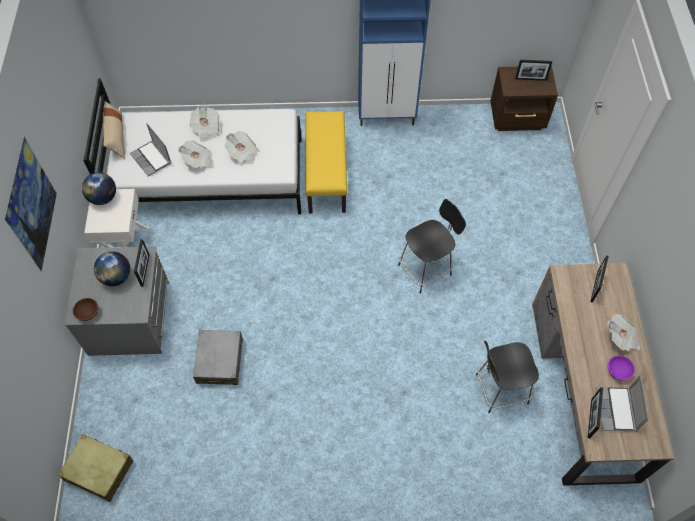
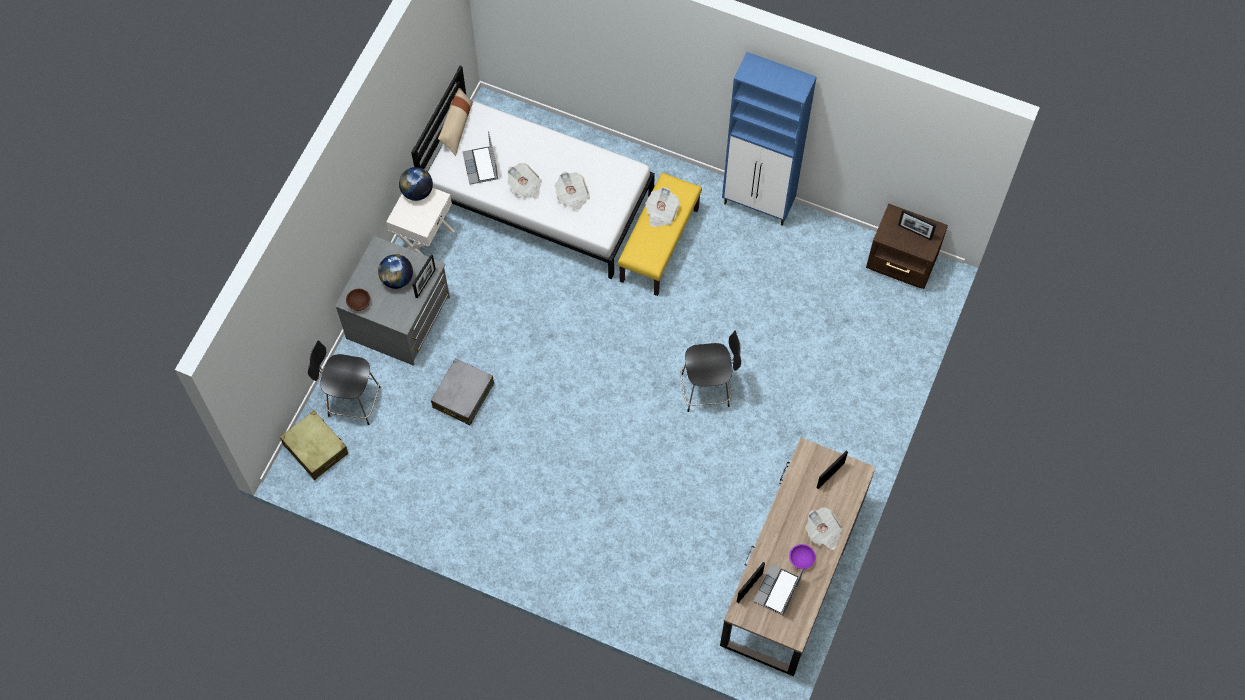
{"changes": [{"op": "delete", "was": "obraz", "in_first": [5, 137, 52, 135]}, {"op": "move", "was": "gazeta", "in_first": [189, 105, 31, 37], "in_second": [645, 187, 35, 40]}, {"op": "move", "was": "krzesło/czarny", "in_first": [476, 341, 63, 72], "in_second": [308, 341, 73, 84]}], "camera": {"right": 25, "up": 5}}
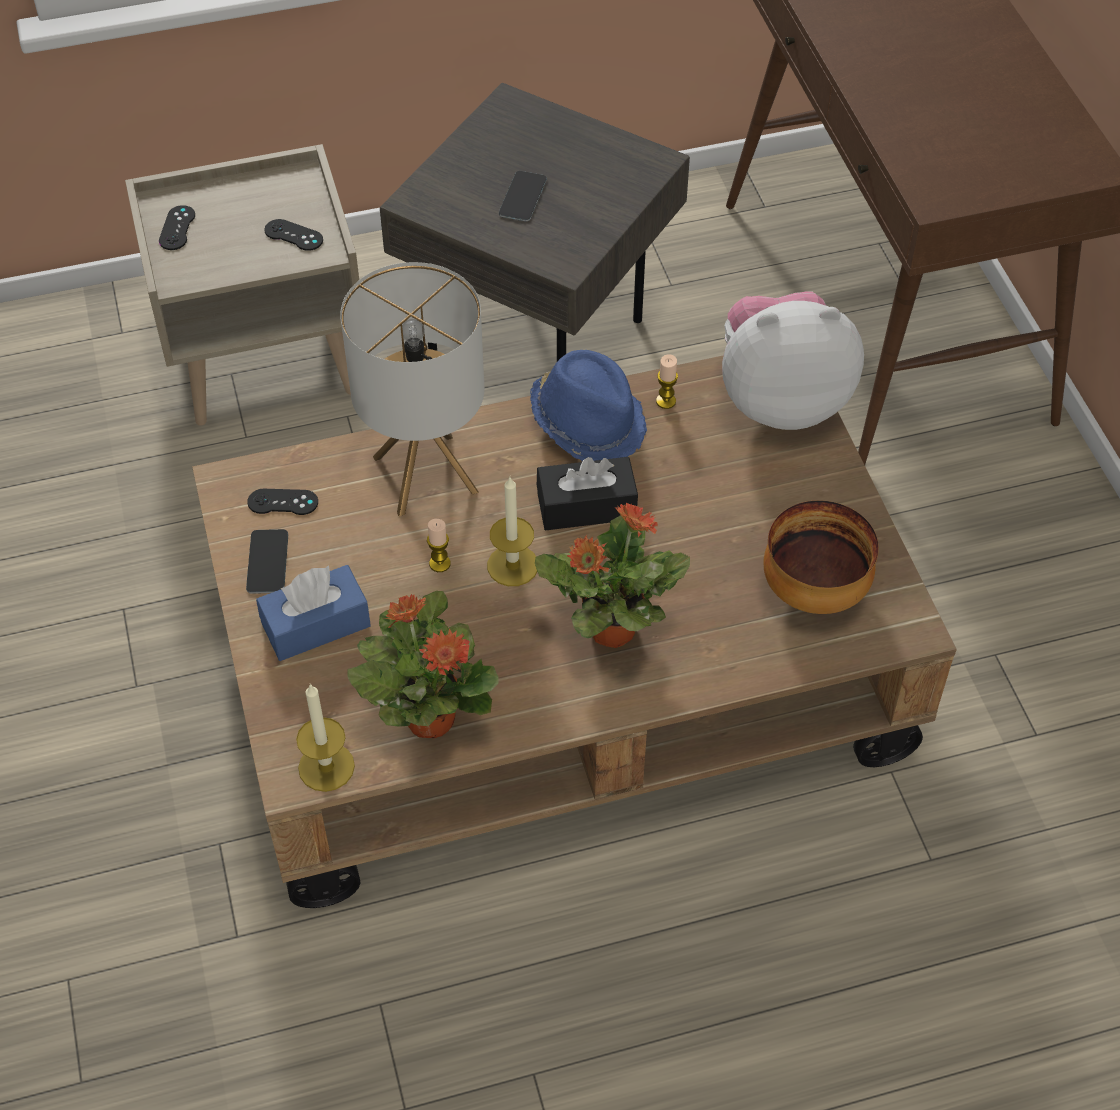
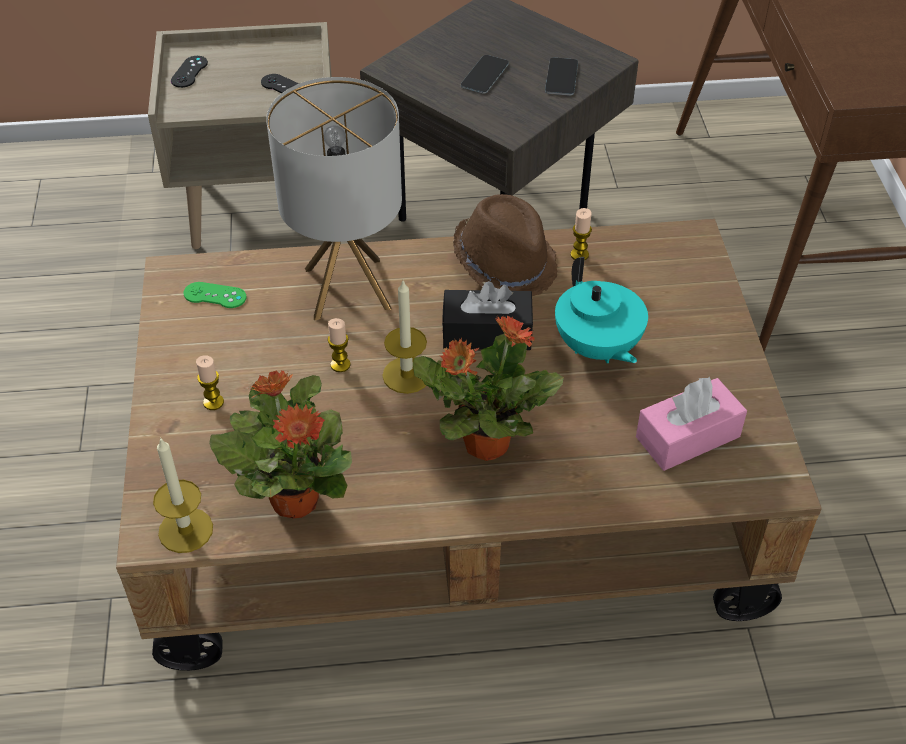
{"changes": [{"op": "delete", "was": "pluszak", "in_first": [722, 291, 142, 139]}, {"op": "insert", "now": "imbryk/turkusowy", "in_second": [555, 257, 93, 106]}, {"op": "move", "was": "telefon", "in_first": [246, 529, 42, 65], "in_second": [545, 58, 33, 38]}, {"op": "replace", "was": "pudełko chusteczek/niebieski", "now": "świeca", "in_first": [256, 565, 115, 96], "in_second": [196, 355, 28, 55]}, {"op": "replace", "was": "miska", "now": "pudełko chusteczek/różowy", "in_first": [763, 501, 116, 113], "in_second": [636, 377, 111, 94]}, {"op": "recolor", "was": "pad do gier/czarny", "now": "pad do gier/zielony", "in_first": [247, 489, 71, 26], "in_second": [183, 282, 64, 26]}, {"op": "recolor", "was": "kapelusz/niebieski", "now": "kapelusz/brązowy", "in_first": [530, 350, 117, 111], "in_second": [453, 194, 105, 102]}], "camera": {"right": 10, "up": -5}}
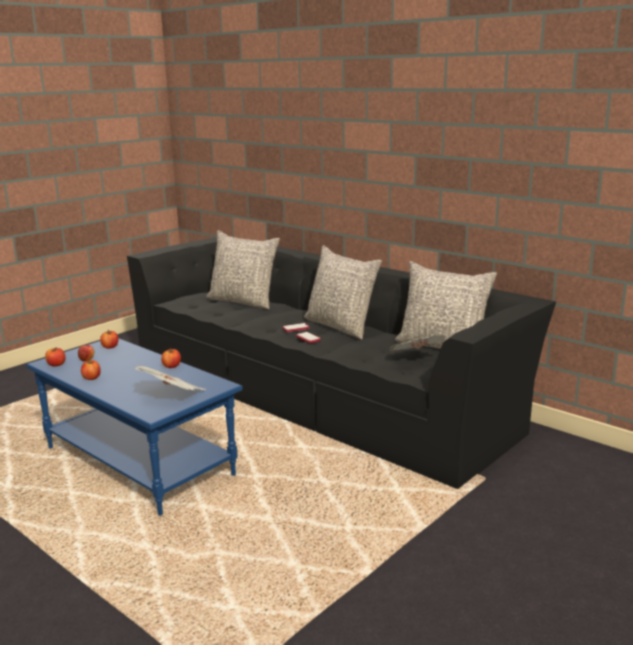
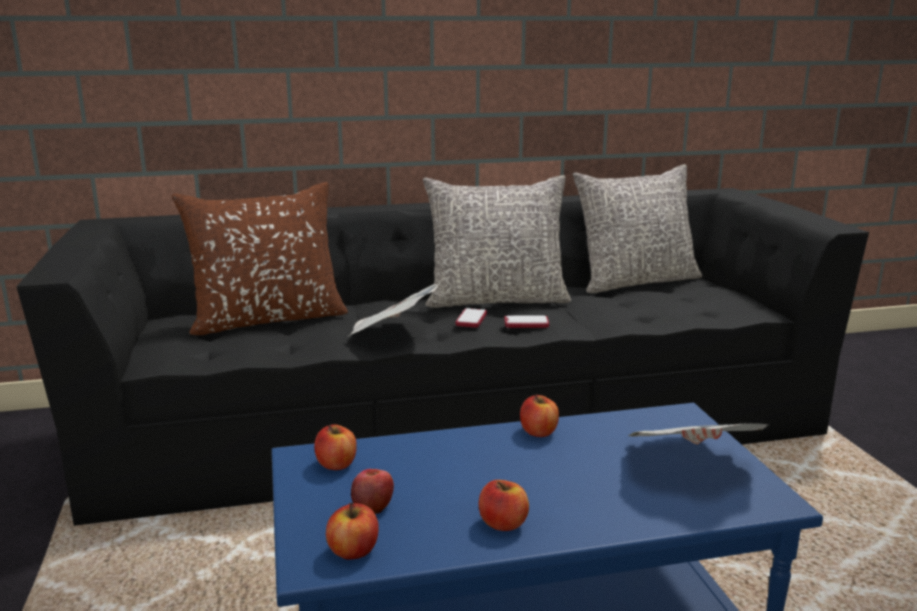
{"changes": [{"op": "move", "was": "gazeta", "in_first": [389, 336, 57, 15], "in_second": [349, 284, 90, 52]}, {"op": "recolor", "was": "poduszka/szary", "now": "poduszka/brązowy", "in_first": [206, 230, 74, 79], "in_second": [172, 182, 176, 153]}], "camera": {"right": -55, "up": 0}}
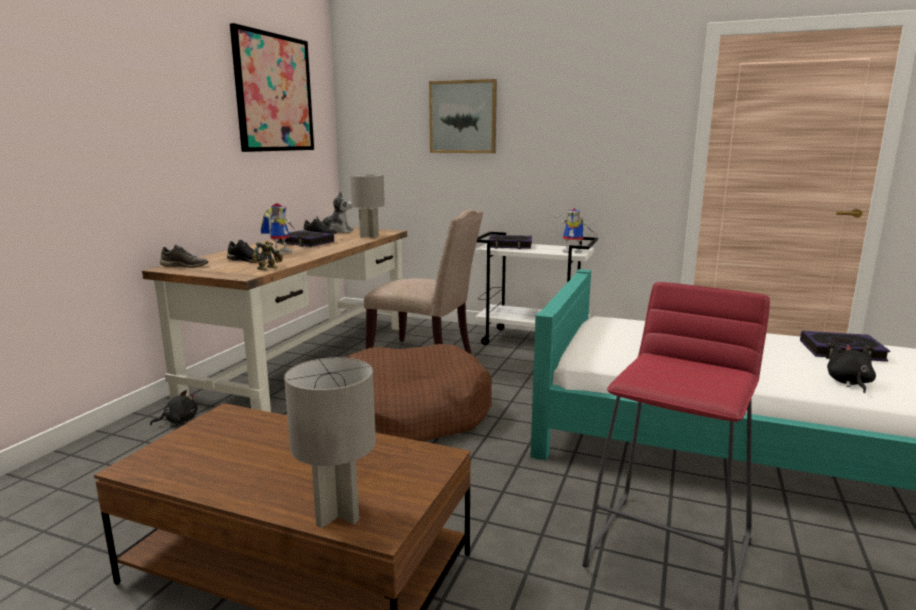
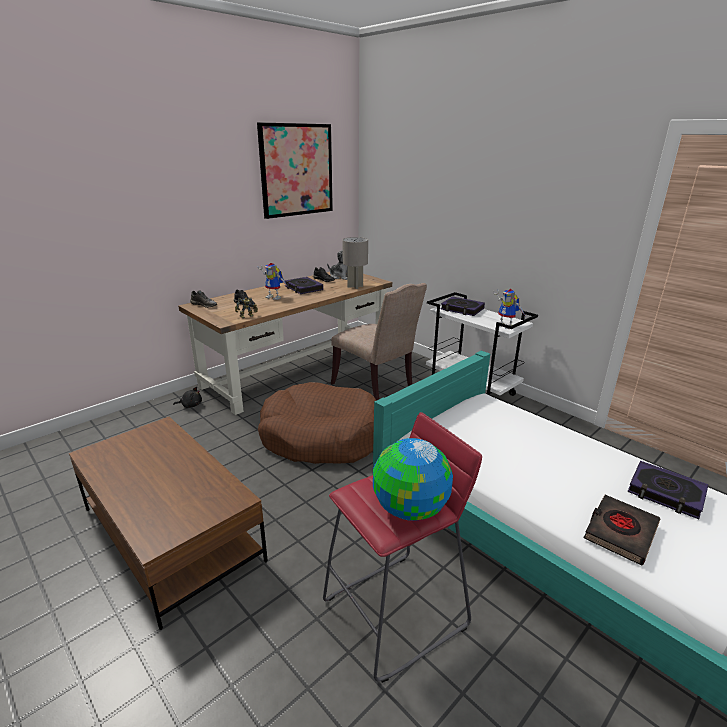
{"changes": [{"op": "delete", "was": "lampa stołowa/szary", "in_first": [284, 357, 92, 171]}, {"op": "delete", "was": "obraz", "in_first": [429, 79, 68, 74]}, {"op": "insert", "now": "globus", "in_second": [373, 438, 80, 83]}, {"op": "replace", "was": "pluszak/czarny", "now": "książka/czarny", "in_first": [827, 344, 49, 49], "in_second": [583, 495, 77, 70]}, {"op": "rotate", "was": "robot zabawkowy", "in_first": [261, 203, 33, 51], "in_second": [258, 263, 30, 37], "clockwise": 75}], "camera": {"right": 25, "up": 10}}
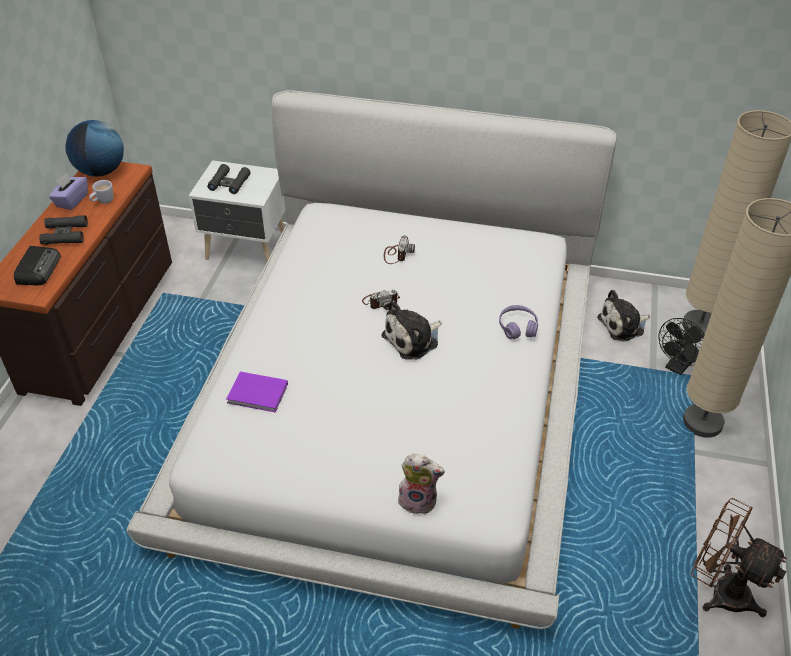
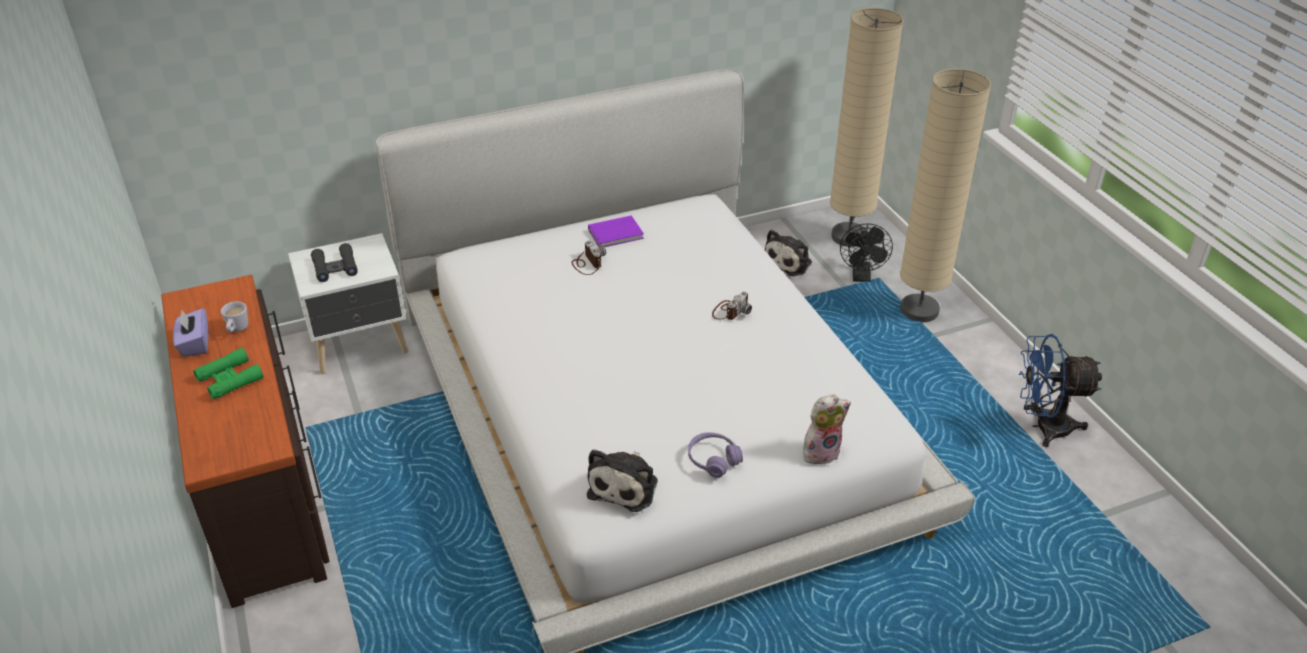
{"changes": [{"op": "delete", "was": "radio", "in_first": [14, 246, 47, 39]}, {"op": "delete", "was": "globus", "in_first": [65, 120, 59, 57]}, {"op": "move", "was": "książka/fioletowy", "in_first": [226, 372, 62, 40], "in_second": [588, 215, 56, 32]}, {"op": "move", "was": "aparat fotograficzny", "in_first": [362, 290, 38, 20], "in_second": [712, 291, 40, 29]}, {"op": "move", "was": "pluszak", "in_first": [381, 300, 61, 60], "in_second": [587, 449, 71, 63]}, {"op": "move", "was": "słuchawki/fioletowy", "in_first": [499, 305, 39, 34], "in_second": [688, 432, 55, 46]}, {"op": "recolor", "was": "lornetka/czarny", "now": "lornetka/zielony", "in_first": [39, 215, 49, 30], "in_second": [193, 348, 71, 52]}, {"op": "recolor", "was": "wentylator/brązowy", "now": "wentylator/niebieski", "in_first": [691, 498, 96, 119], "in_second": [1018, 334, 84, 113]}], "camera": {"right": -35, "up": -5}}
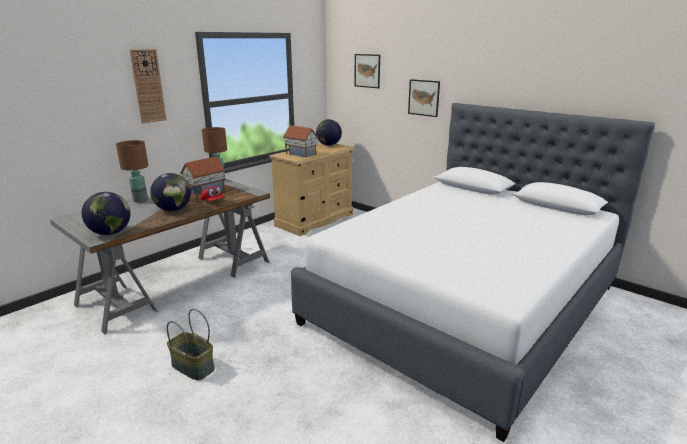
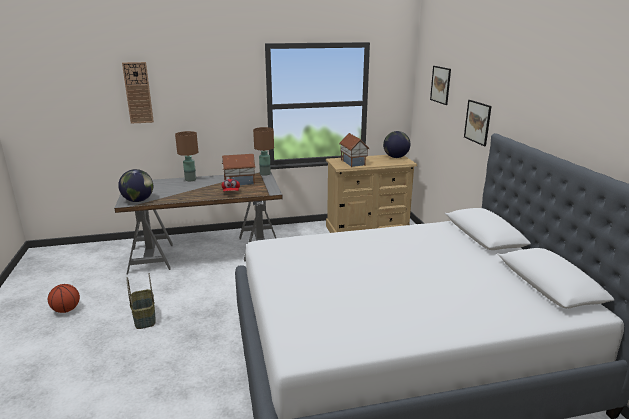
{"changes": [{"op": "delete", "was": "globus", "in_first": [150, 173, 41, 38]}, {"op": "insert", "now": "piłka do koszykówki", "in_second": [48, 284, 32, 29]}, {"op": "move", "was": "zegar ścienny", "in_first": [130, 49, 37, 74], "in_second": [122, 62, 32, 62]}], "camera": {"right": 35, "up": 0}}
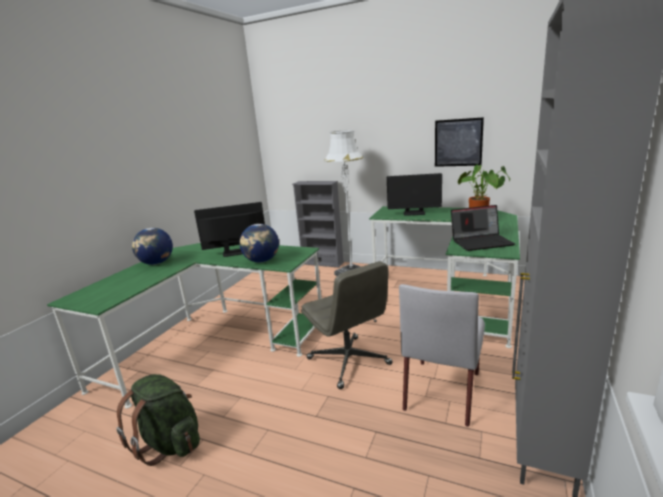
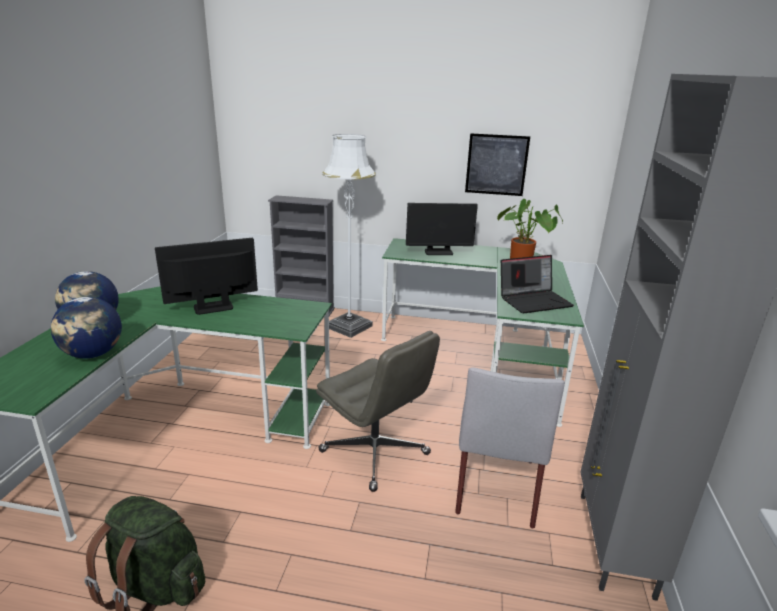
{"changes": [{"op": "move", "was": "globus", "in_first": [239, 224, 40, 39], "in_second": [51, 297, 71, 62]}], "camera": {"right": -15, "up": 5}}
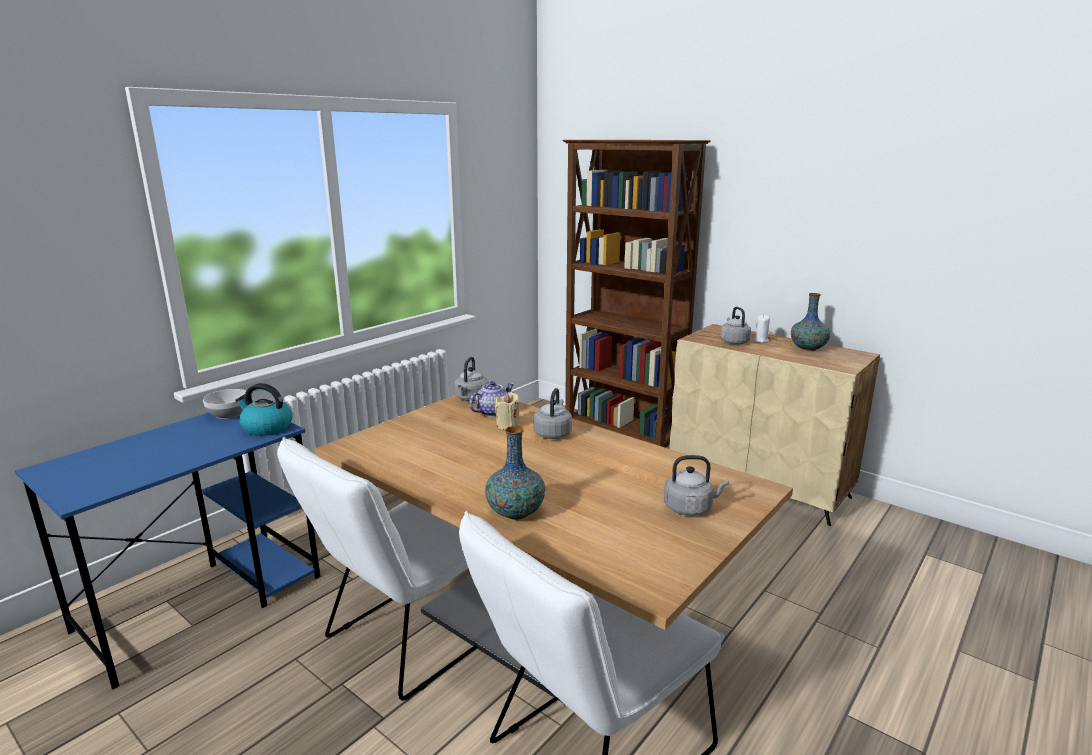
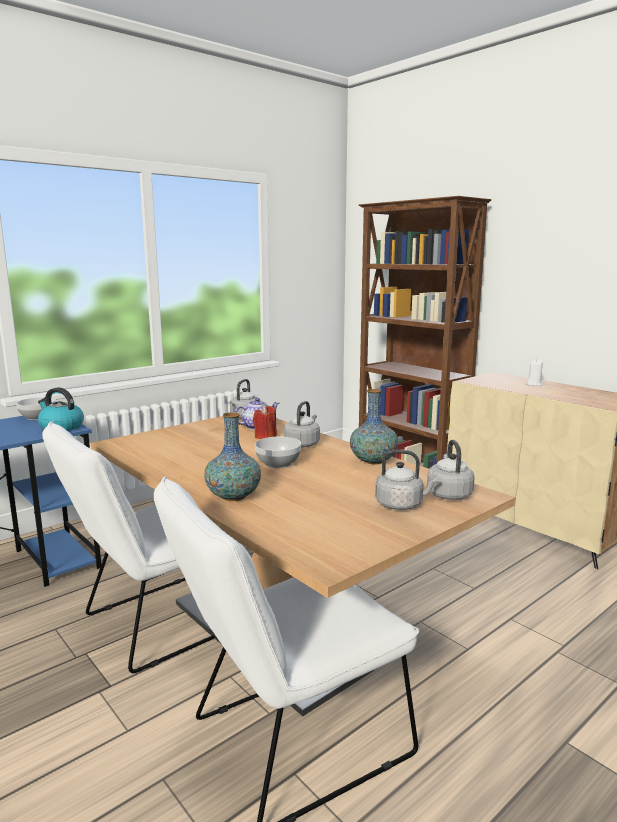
{"changes": [{"op": "insert", "now": "miska", "in_second": [255, 437, 46, 31]}, {"op": "move", "was": "czajnik/szary", "in_first": [720, 307, 31, 38], "in_second": [427, 440, 48, 60]}, {"op": "move", "was": "wazon", "in_first": [791, 293, 39, 58], "in_second": [350, 389, 48, 75]}, {"op": "recolor", "was": "świeca/beżowy", "now": "świeca/czerwony", "in_first": [495, 392, 25, 38], "in_second": [253, 405, 24, 34]}], "camera": {"right": 10, "up": -5}}
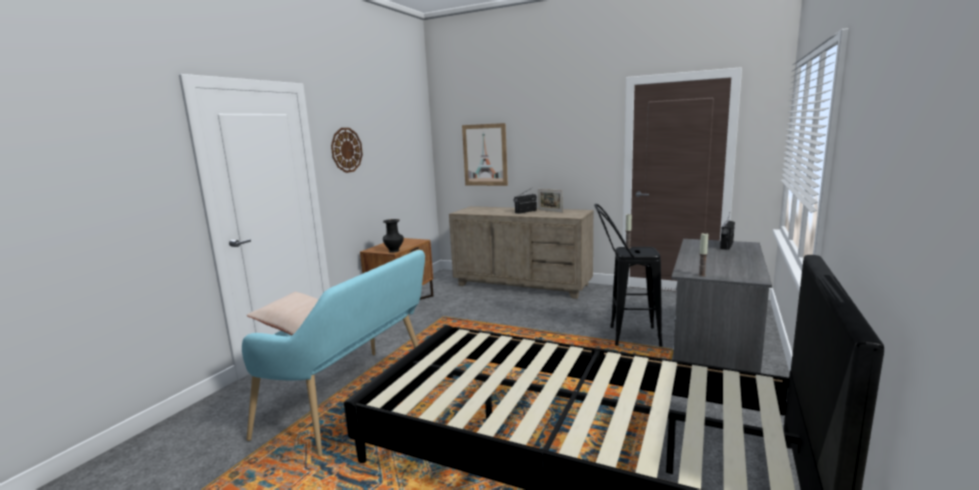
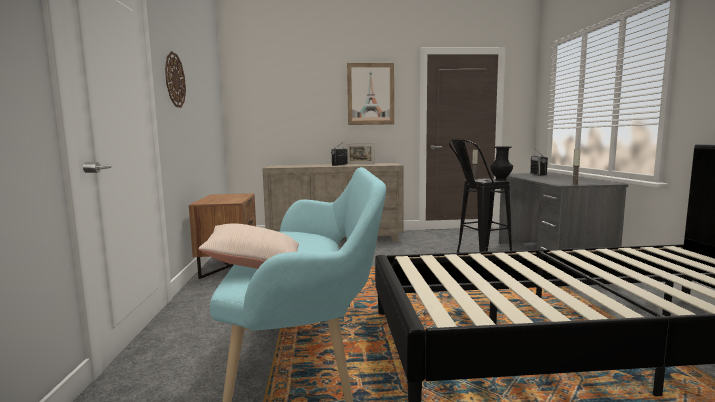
{"changes": [{"op": "move", "was": "wazon/czarny", "in_first": [383, 219, 21, 33], "in_second": [490, 146, 23, 35]}, {"op": "move", "was": "obraz", "in_first": [462, 123, 46, 63], "in_second": [347, 63, 47, 62]}], "camera": {"right": -30, "up": -5}}
